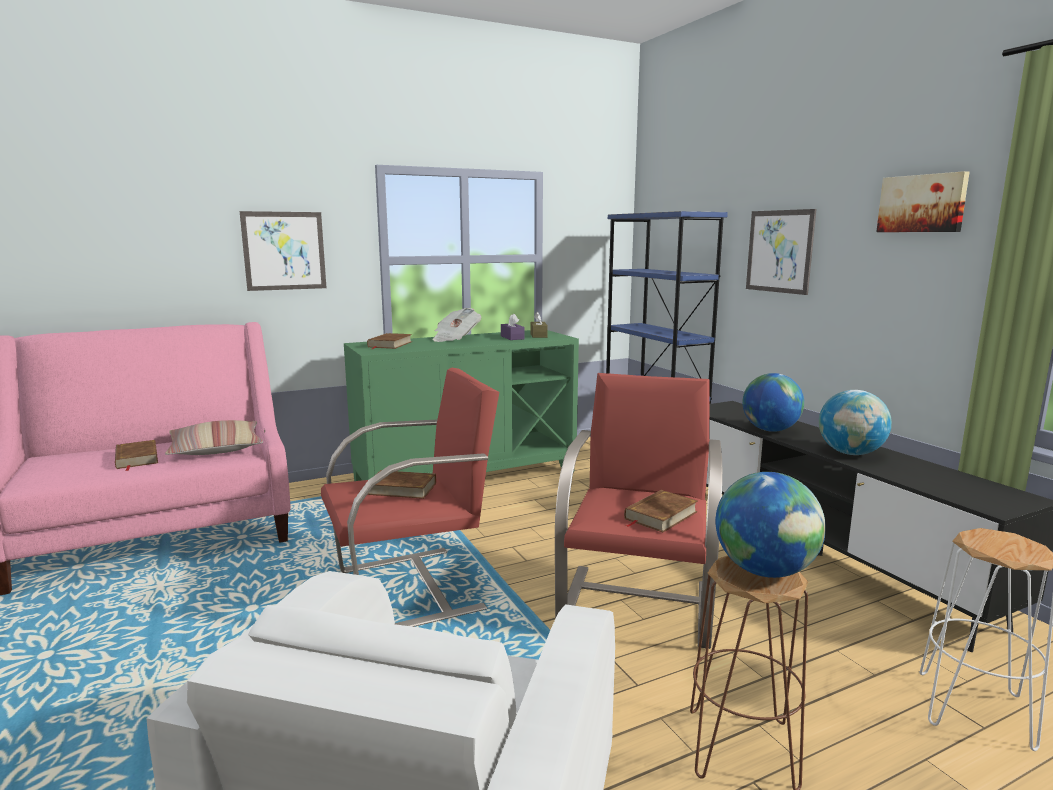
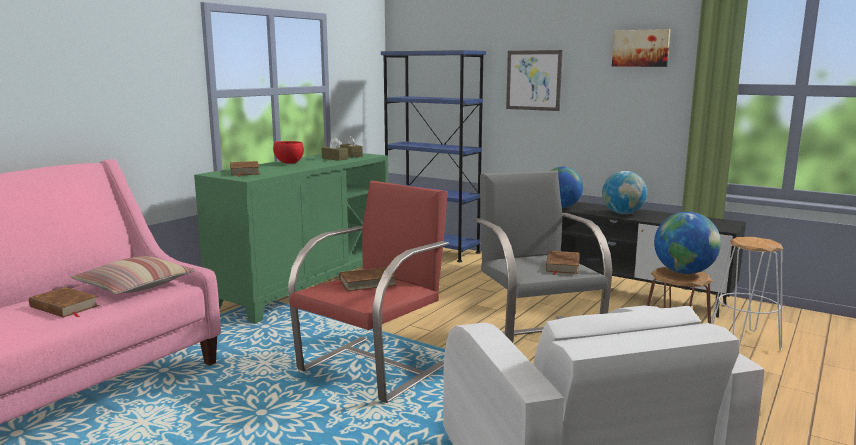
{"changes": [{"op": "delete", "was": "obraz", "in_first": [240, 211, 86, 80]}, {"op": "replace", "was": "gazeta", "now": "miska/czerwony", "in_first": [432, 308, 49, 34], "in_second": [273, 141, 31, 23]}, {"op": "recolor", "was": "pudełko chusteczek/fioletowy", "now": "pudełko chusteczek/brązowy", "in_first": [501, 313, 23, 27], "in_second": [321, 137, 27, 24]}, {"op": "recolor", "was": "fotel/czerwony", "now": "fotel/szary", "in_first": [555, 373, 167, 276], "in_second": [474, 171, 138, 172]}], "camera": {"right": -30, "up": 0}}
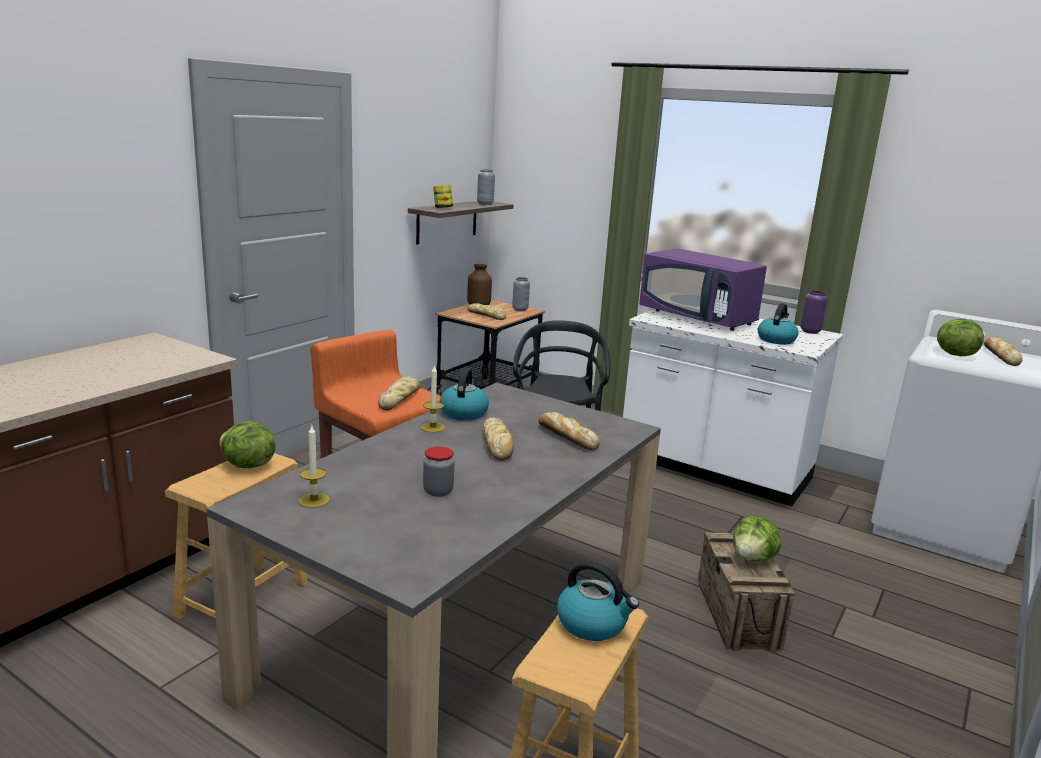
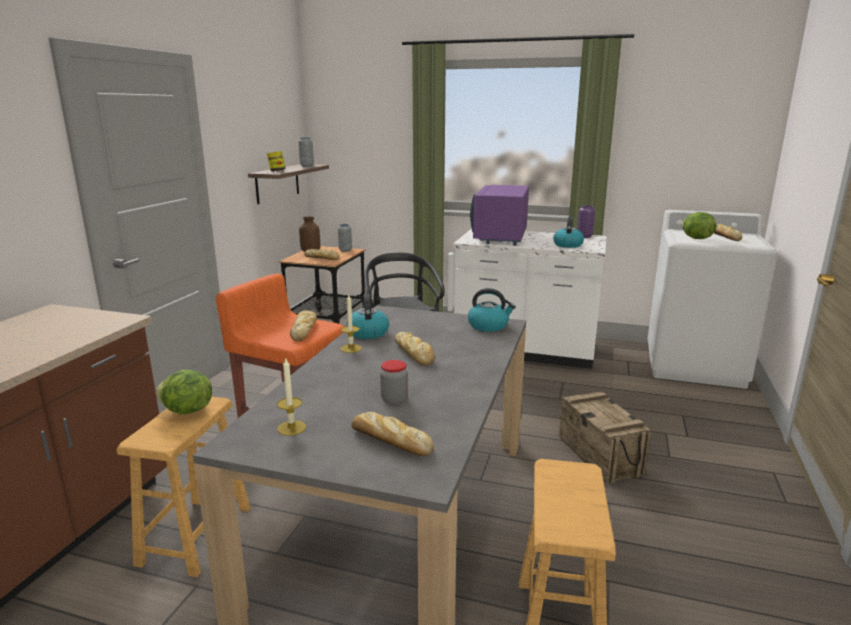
{"changes": [{"op": "delete", "was": "sałata", "in_first": [733, 515, 48, 47]}, {"op": "move", "was": "chleb", "in_first": [538, 412, 62, 38], "in_second": [351, 411, 83, 45]}, {"op": "move", "was": "czajnik", "in_first": [557, 561, 82, 80], "in_second": [468, 288, 48, 44]}, {"op": "rotate", "was": "mikrofalówka/fioletowy", "in_first": [639, 248, 128, 83], "in_second": [470, 185, 59, 61], "clockwise": 75}], "camera": {"right": -15, "up": 0}}
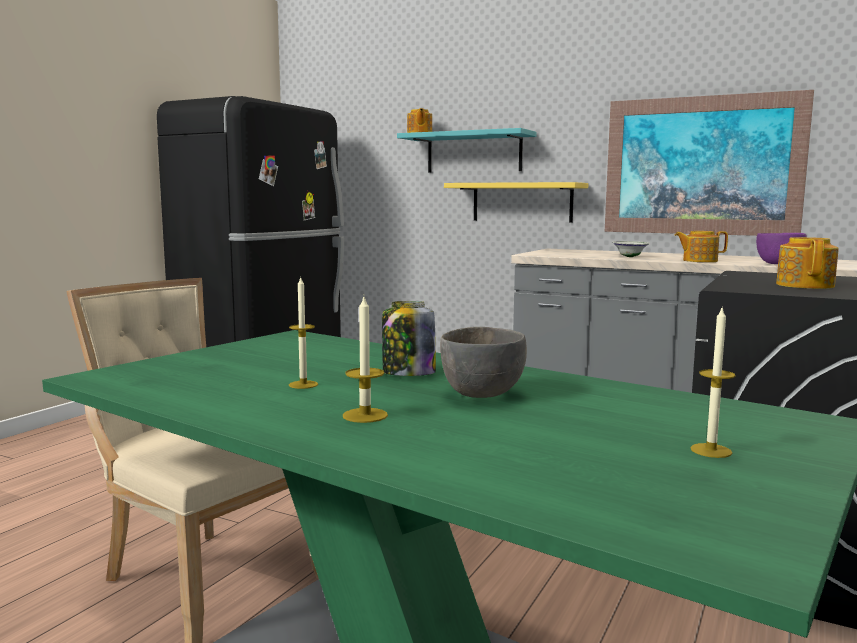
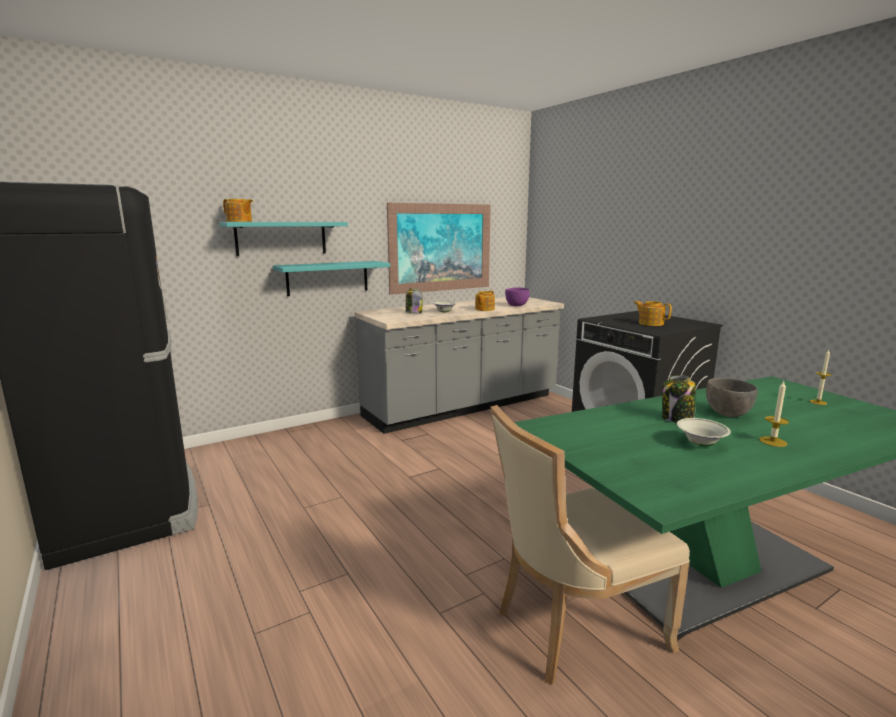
{"changes": [{"op": "insert", "now": "słoik", "in_second": [406, 288, 16, 25]}, {"op": "replace", "was": "świeca", "now": "miska/biały", "in_first": [289, 278, 29, 111], "in_second": [677, 418, 54, 29]}, {"op": "recolor", "was": "półka/żółty", "now": "półka/turkusowy", "in_first": [444, 182, 144, 41], "in_second": [273, 261, 117, 35]}], "camera": {"right": -60, "up": 5}}
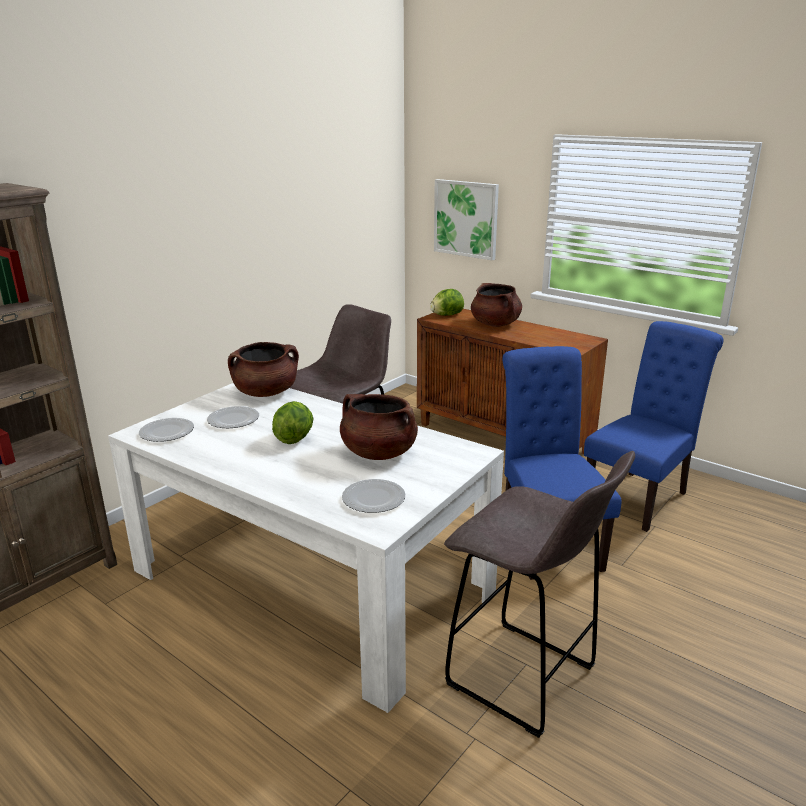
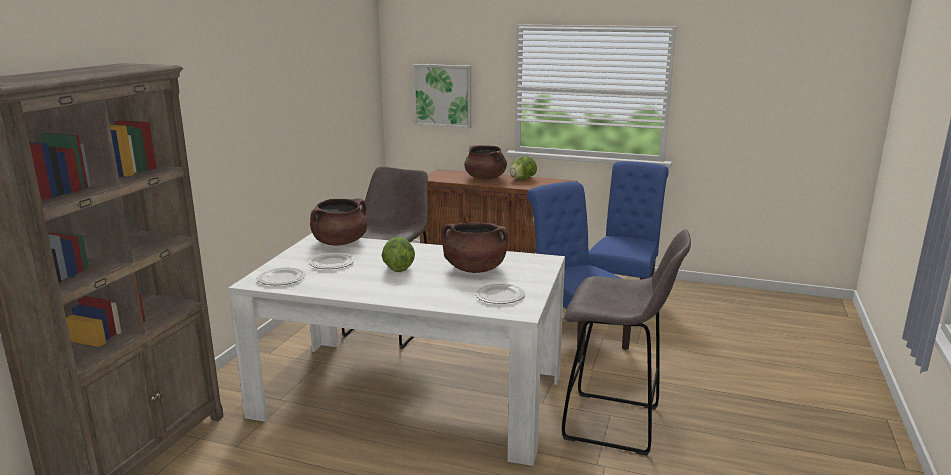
{"changes": [{"op": "move", "was": "sałata", "in_first": [430, 289, 34, 27], "in_second": [510, 156, 27, 24]}], "camera": {"right": -20, "up": -5}}
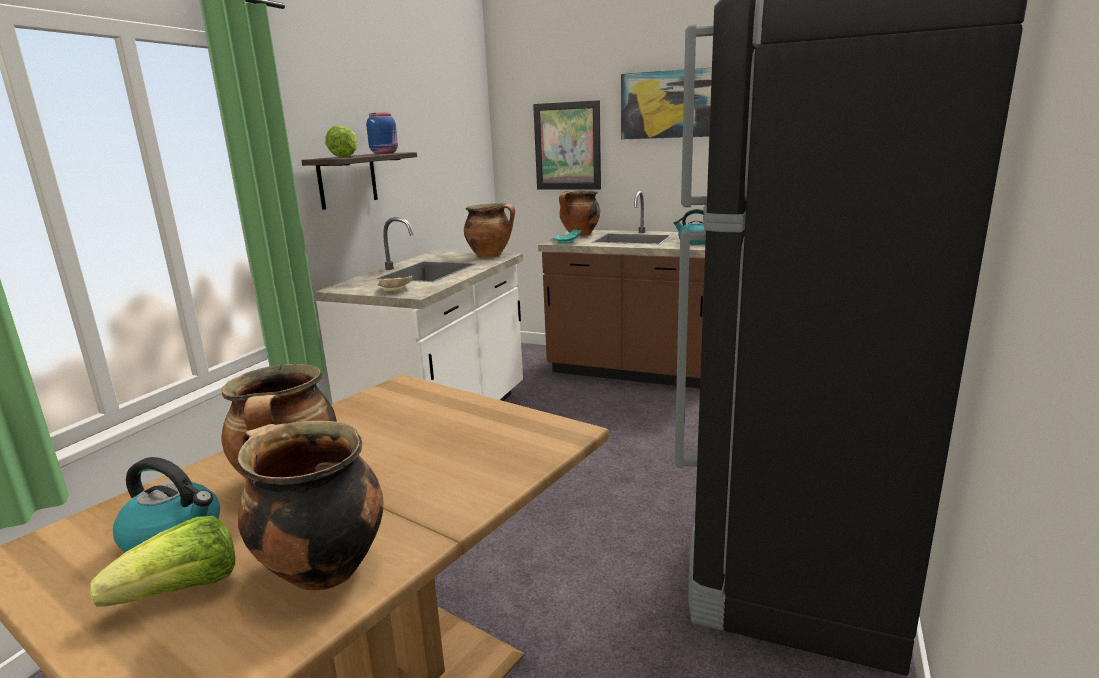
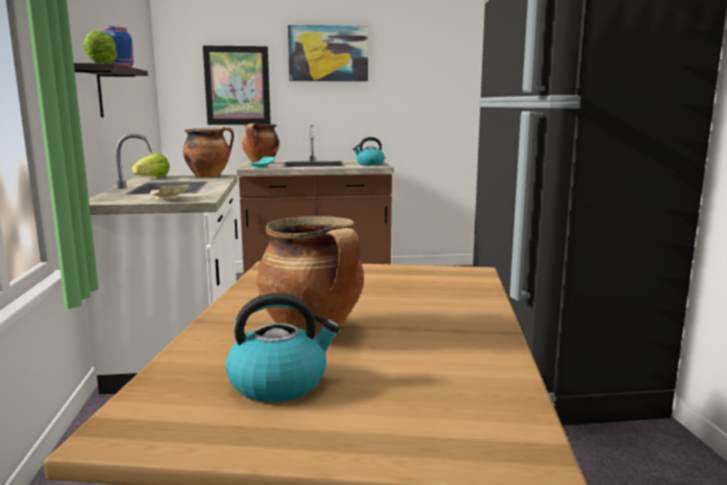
{"changes": [{"op": "delete", "was": "garnek", "in_first": [237, 421, 147, 170]}, {"op": "move", "was": "sałata", "in_first": [90, 516, 145, 91], "in_second": [132, 153, 38, 24]}], "camera": {"right": -30, "up": -5}}
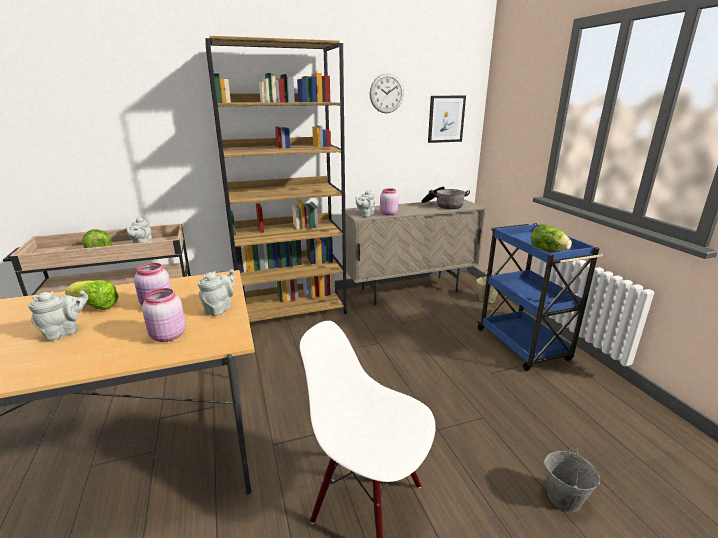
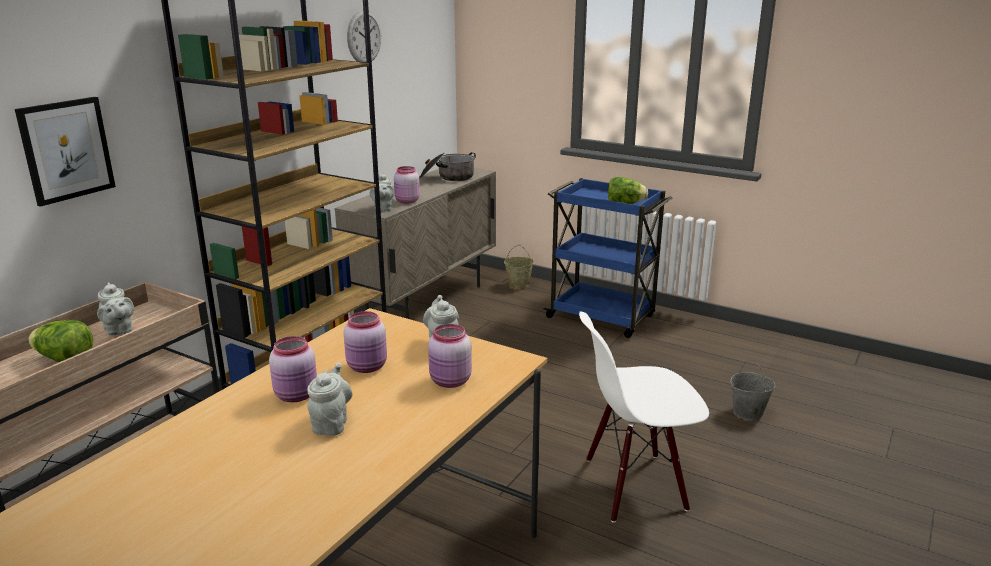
{"changes": [{"op": "move", "was": "obraz", "in_first": [428, 96, 38, 47], "in_second": [15, 97, 101, 110]}, {"op": "replace", "was": "sałata", "now": "słoik/różowy", "in_first": [65, 280, 54, 30], "in_second": [269, 336, 48, 66]}], "camera": {"right": -40, "up": 0}}
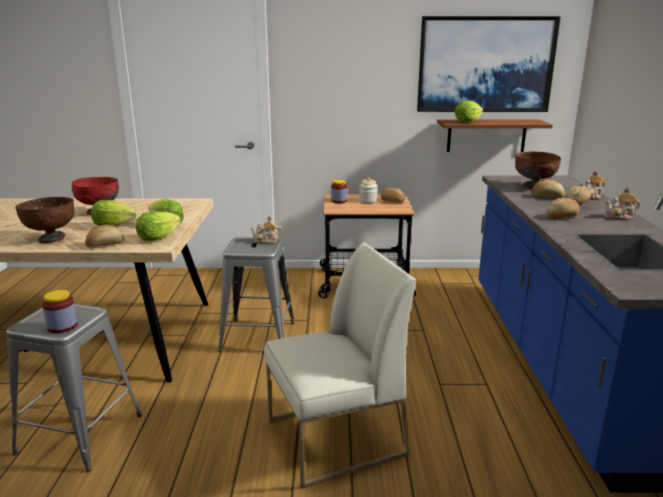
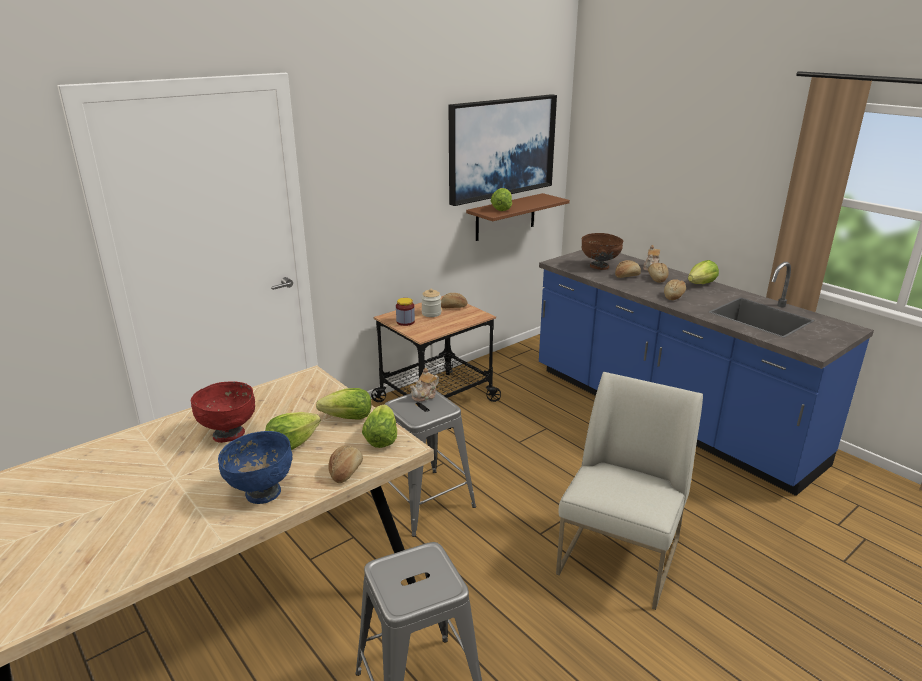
{"changes": [{"op": "delete", "was": "słoik", "in_first": [42, 290, 36, 43]}, {"op": "replace", "was": "imbryk", "now": "sałata", "in_first": [605, 188, 35, 32], "in_second": [688, 260, 31, 24]}, {"op": "recolor", "was": "miska/brązowy", "now": "miska/niebieski", "in_first": [15, 197, 60, 46], "in_second": [218, 431, 75, 73]}], "camera": {"right": -40, "up": 5}}
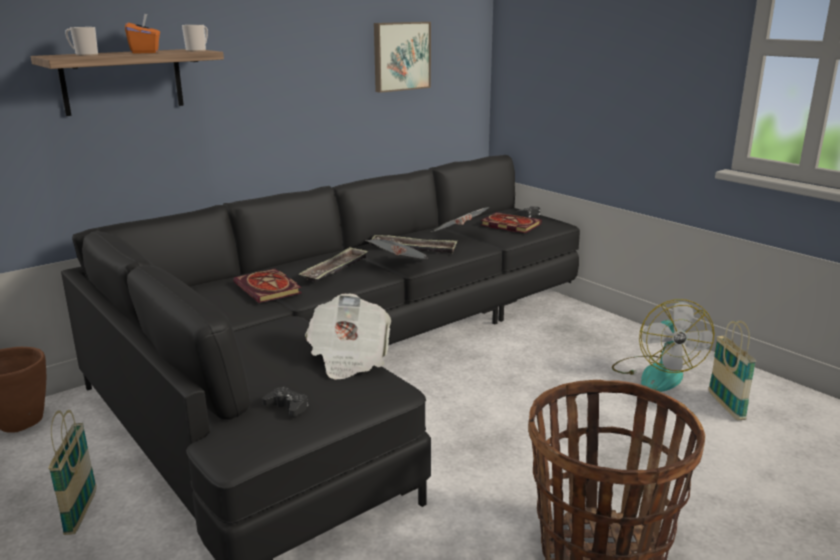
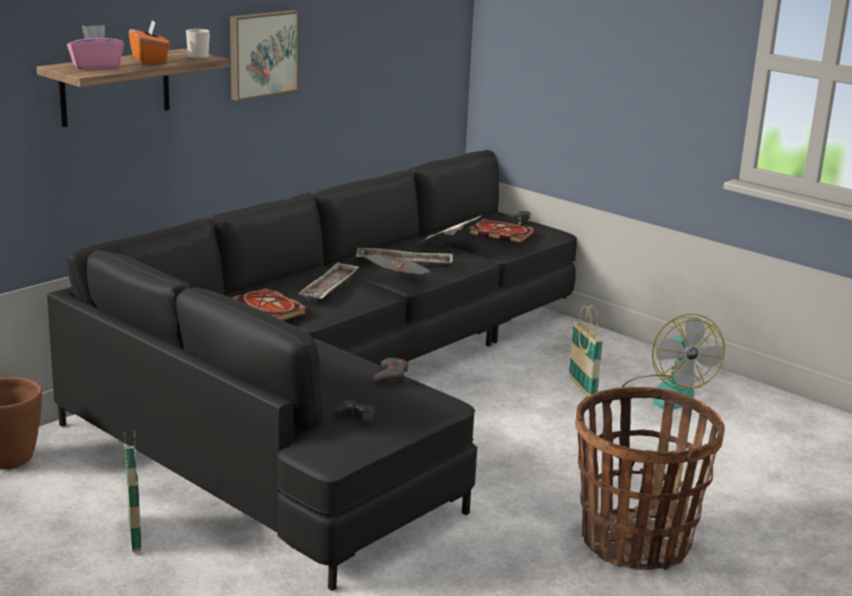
{"changes": [{"op": "move", "was": "obraz", "in_first": [374, 22, 57, 71], "in_second": [230, 10, 69, 91]}, {"op": "move", "was": "koszyk", "in_first": [708, 321, 48, 99], "in_second": [569, 305, 34, 91]}, {"op": "replace", "was": "kubek", "now": "pudełko chusteczek/różowy", "in_first": [65, 27, 33, 29], "in_second": [67, 25, 57, 45]}, {"op": "replace", "was": "gazeta", "now": "pad do gier/szary", "in_first": [305, 293, 86, 87], "in_second": [373, 358, 35, 25]}], "camera": {"right": -10, "up": 0}}
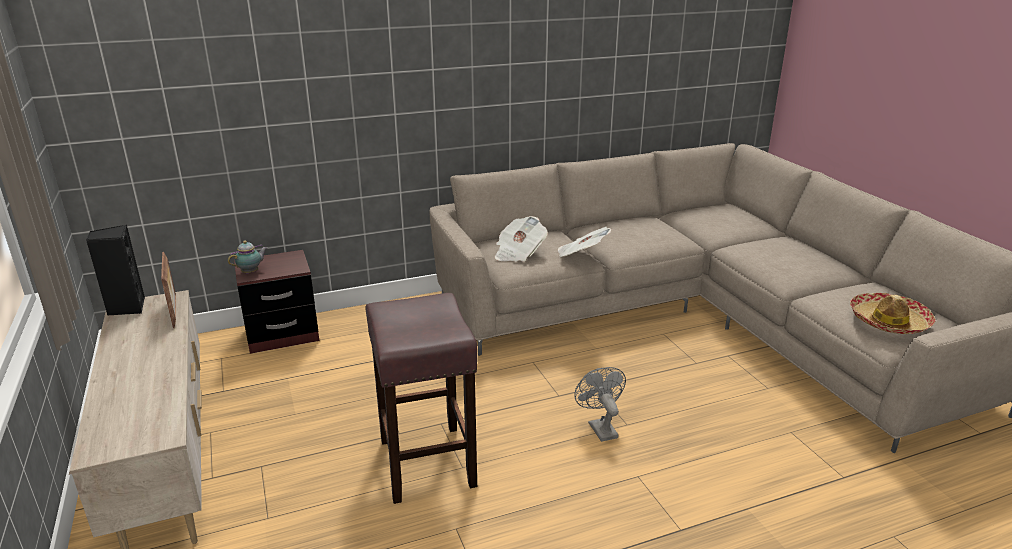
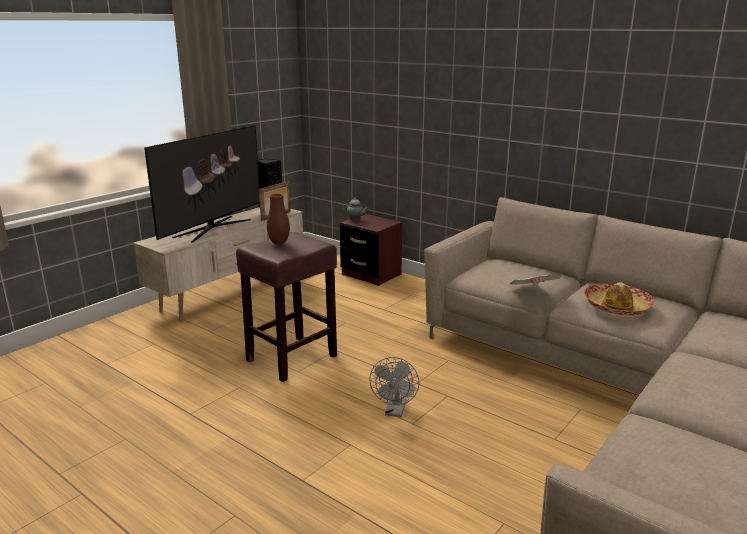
{"changes": [{"op": "delete", "was": "gazeta", "in_first": [495, 216, 52, 46]}, {"op": "insert", "now": "telewizor", "in_second": [144, 125, 116, 118]}, {"op": "insert", "now": "wazon/brązowy", "in_second": [267, 194, 23, 51]}, {"op": "move", "was": "kapelusz", "in_first": [850, 293, 86, 41], "in_second": [584, 282, 71, 33]}, {"op": "rotate", "was": "wentylator/szary", "in_first": [574, 367, 52, 75], "in_second": [369, 357, 50, 60], "clockwise": 150}], "camera": {"right": 60, "up": -5}}
